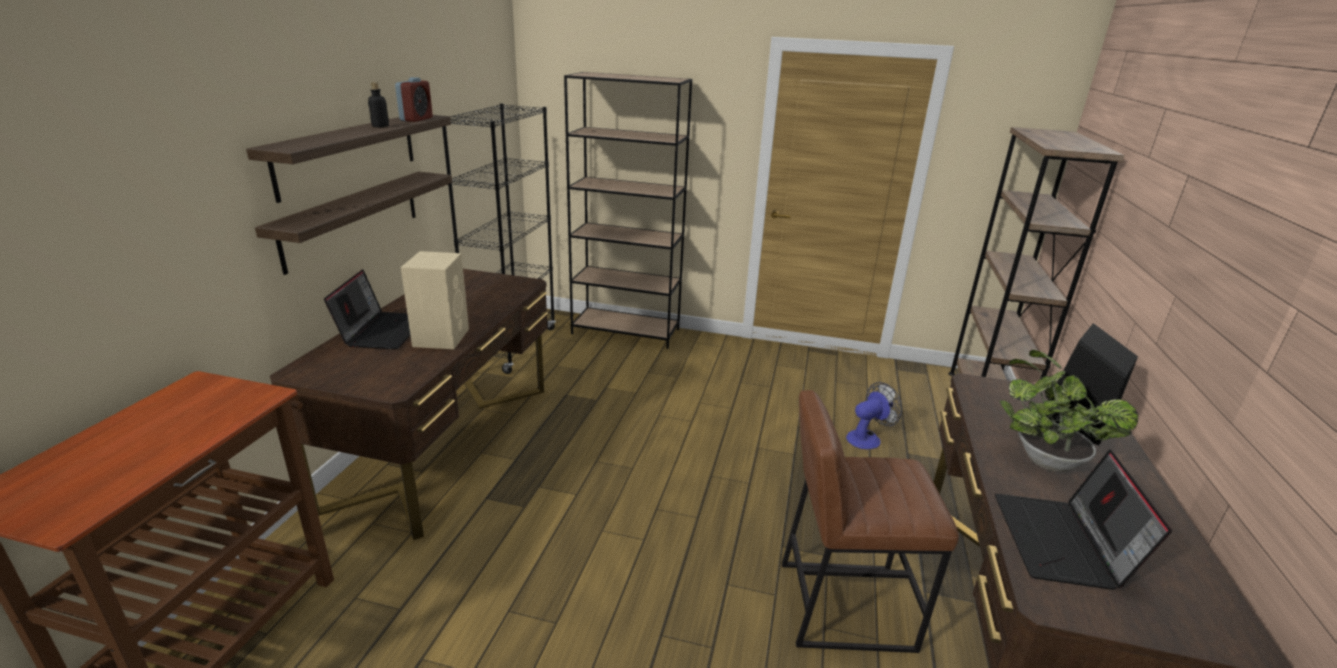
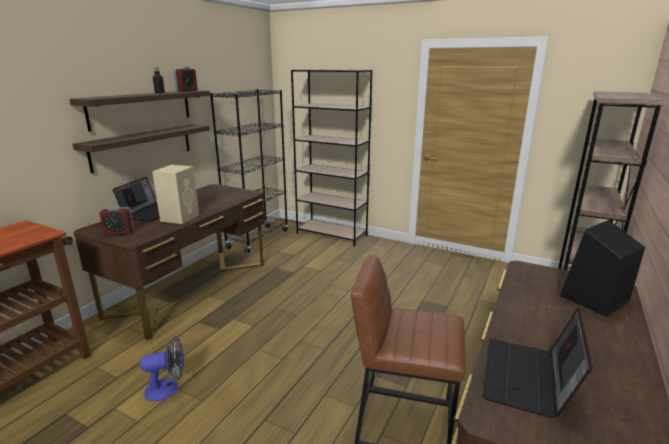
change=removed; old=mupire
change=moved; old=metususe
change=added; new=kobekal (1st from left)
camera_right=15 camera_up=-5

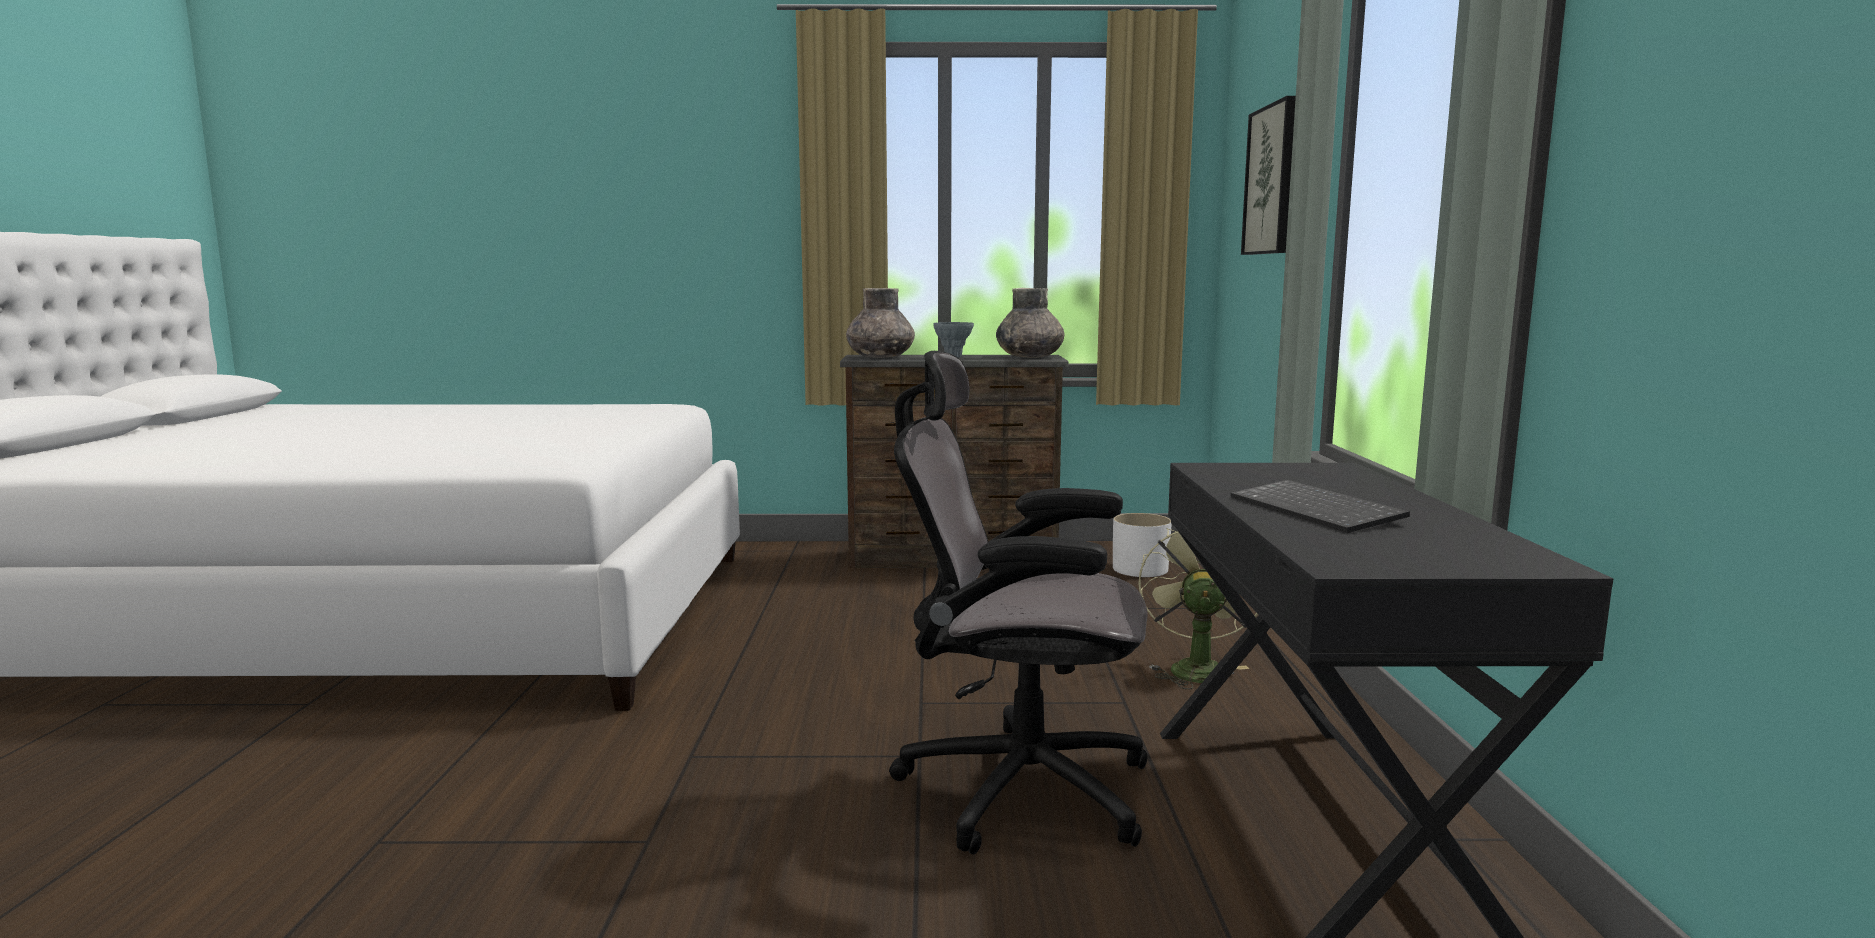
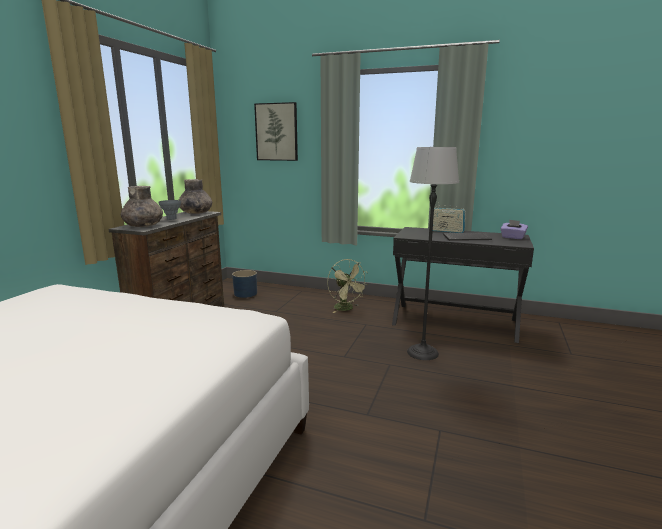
change=replaced; old=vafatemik; new=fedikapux
change=recoloured; old=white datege; new=blue datege
change=turned; old=green metususe; degrees=-150
change=added; new=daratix
change=added; new=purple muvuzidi
camera_right=-70 camera_up=5

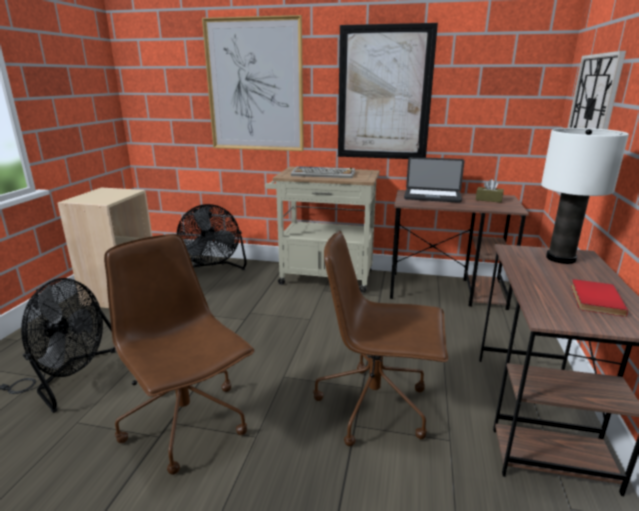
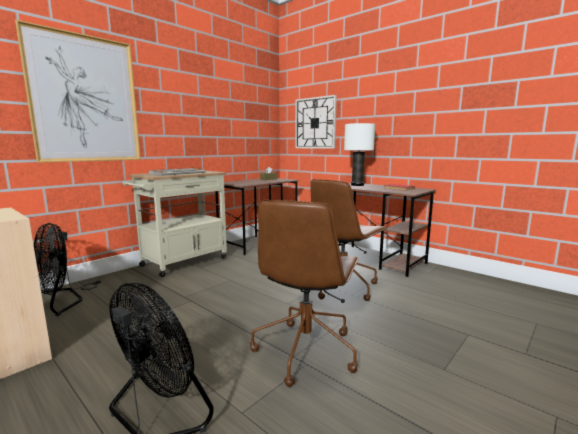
change=removed; old=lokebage (2nd from left)
change=removed; old=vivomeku
change=turned; old=black metususe (2nd from left in the first image); degrees=120
change=turned; old=brown vafatemik (1st from left); degrees=-60
camera_right=-60 camera_up=-10

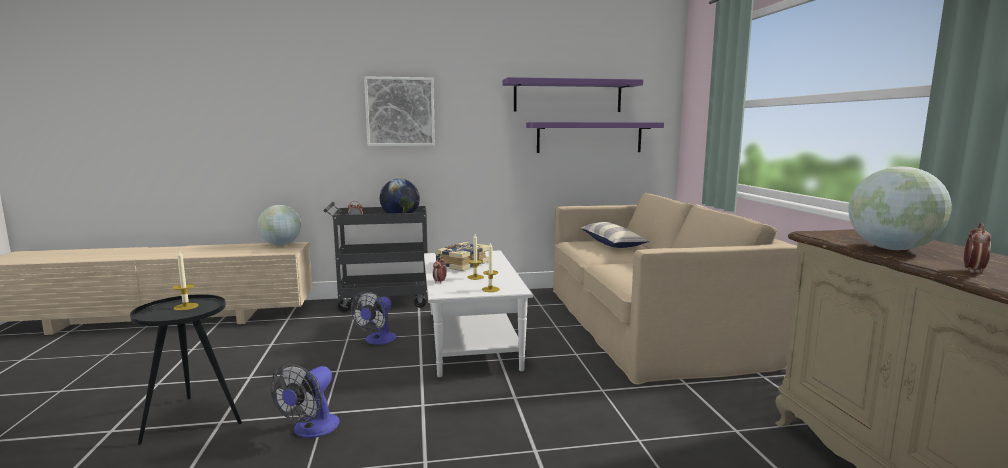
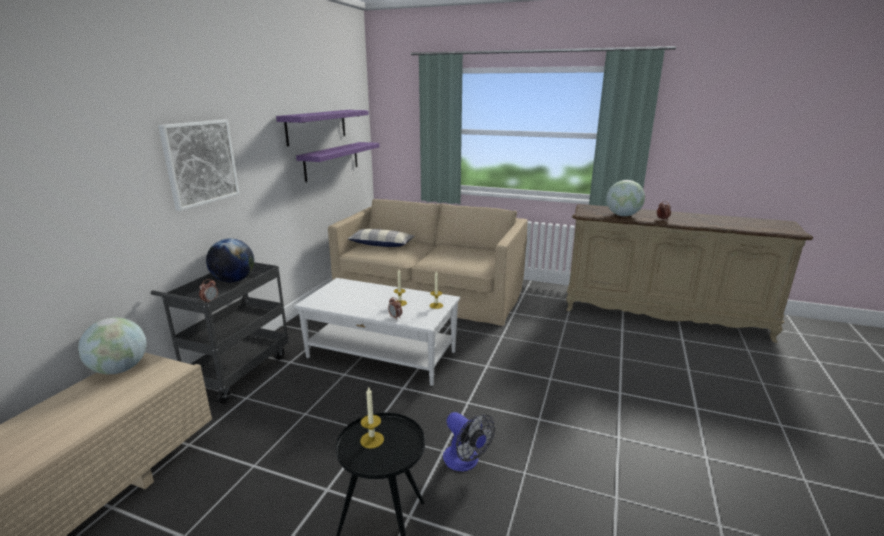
change=removed; old=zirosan
change=removed; old=metususe (2nd from left)
camera_right=-60 camera_up=10

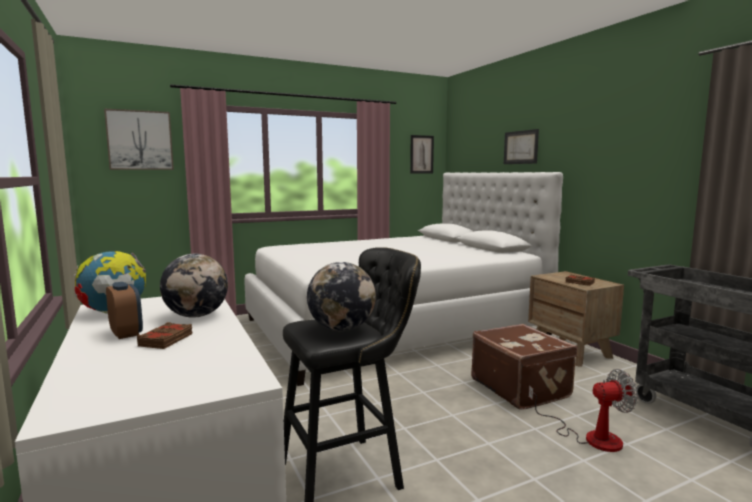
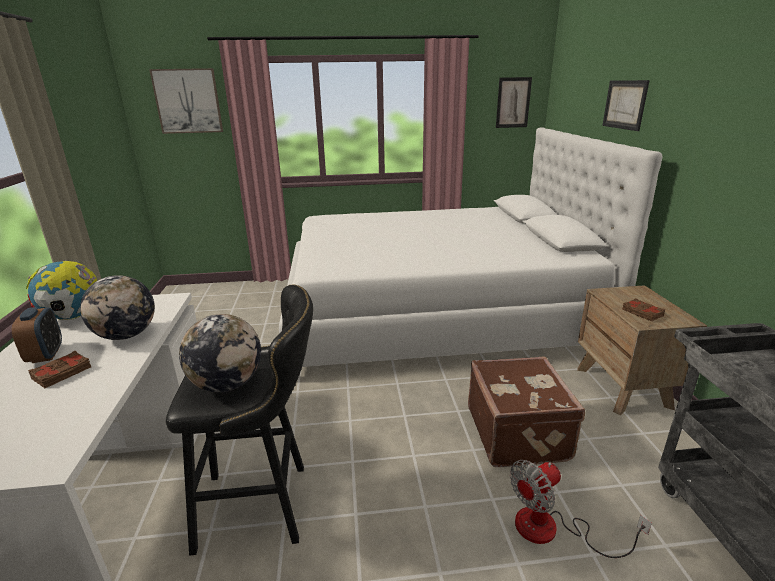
change=turned; old=metususe; degrees=135
camera_right=20 camera_up=15

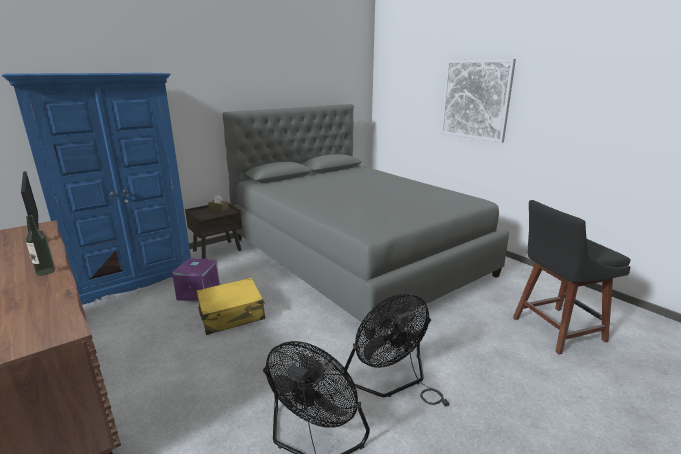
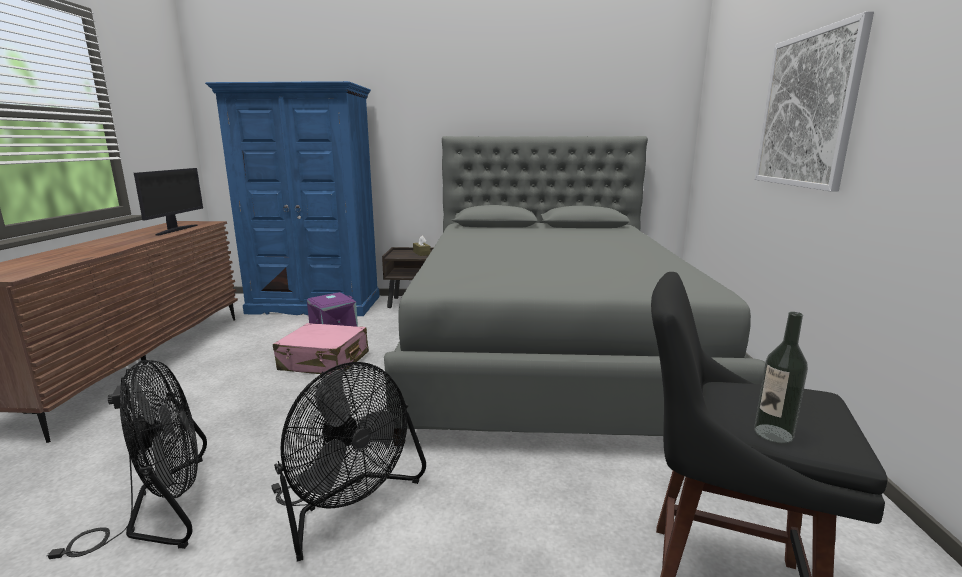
change=moved; old=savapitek
change=recoloured; old=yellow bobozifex; new=pink bobozifex
change=turned; old=black metususe (2nd from left); degrees=120
camera_right=40 camera_up=-5

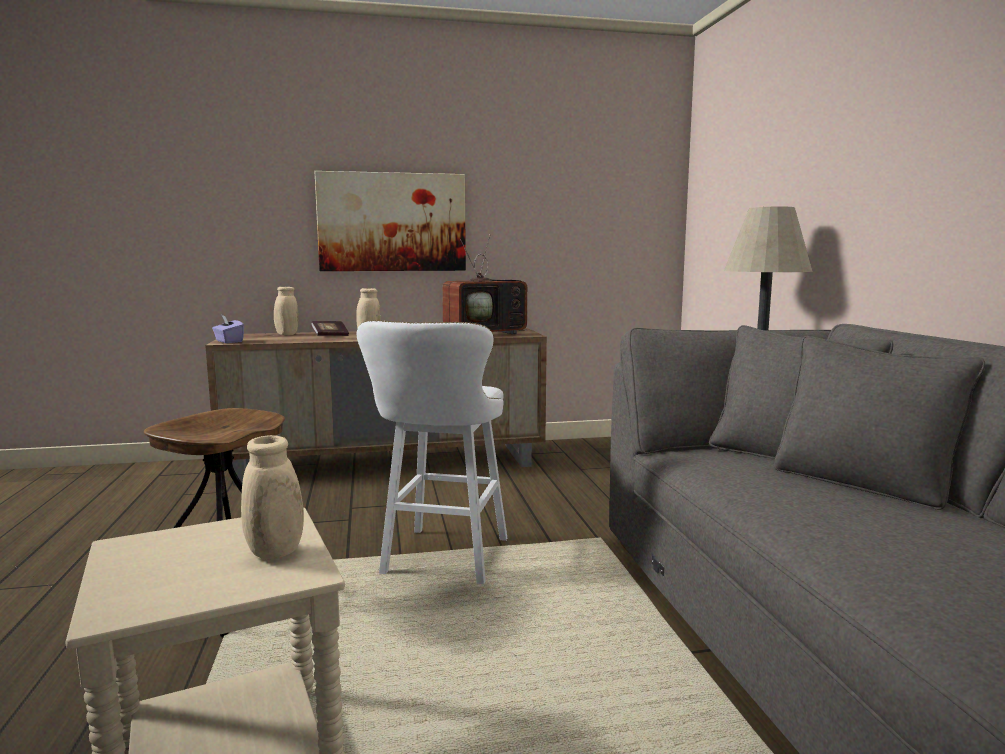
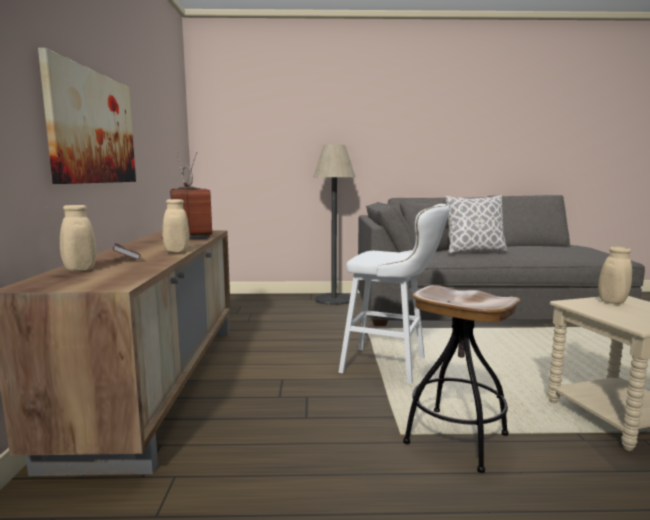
change=removed; old=purple muvuzidi
change=added; new=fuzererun
camera_right=-80 camera_up=0

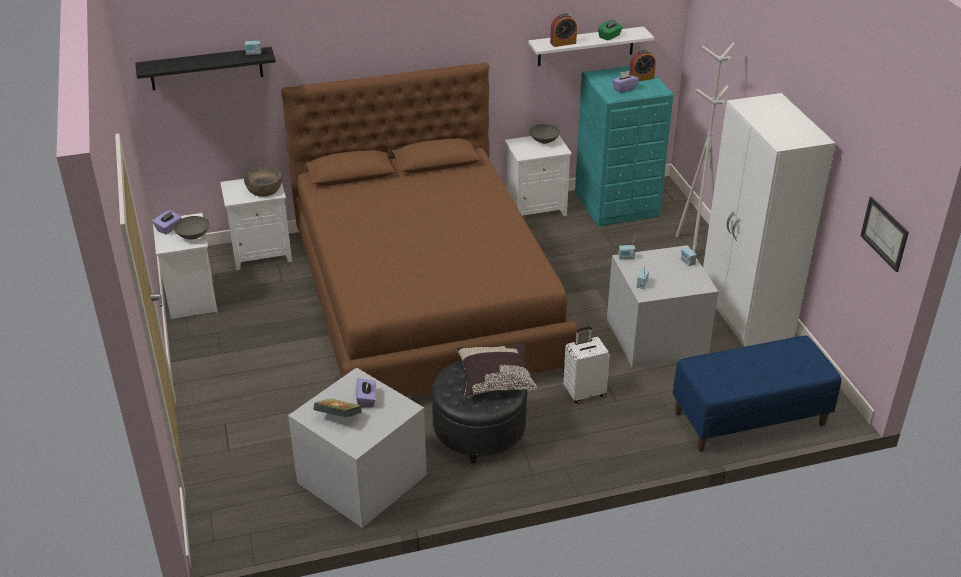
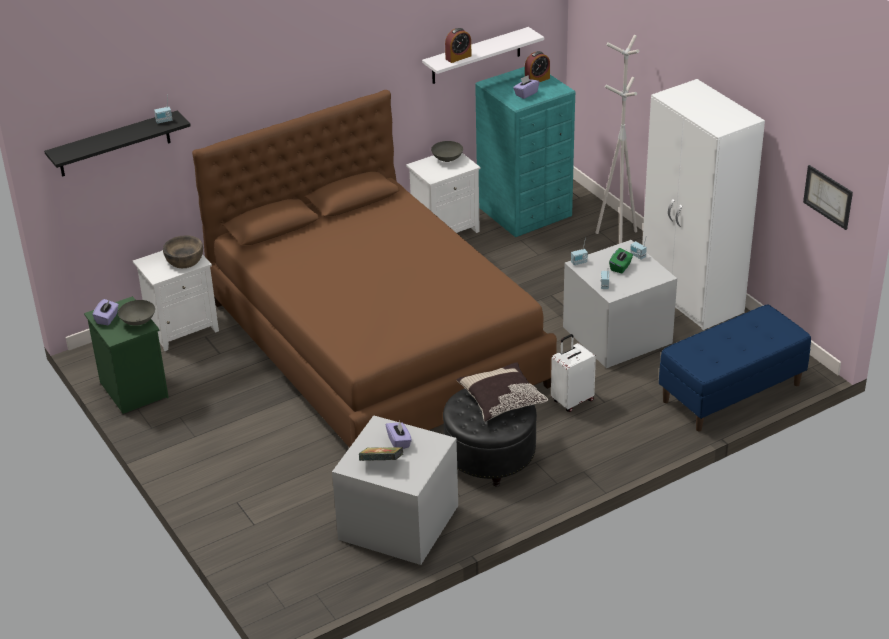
change=moved; old=green muvuzidi
change=recoloured; old=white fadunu (1st from left); new=green fadunu
camera_right=-15 camera_up=0

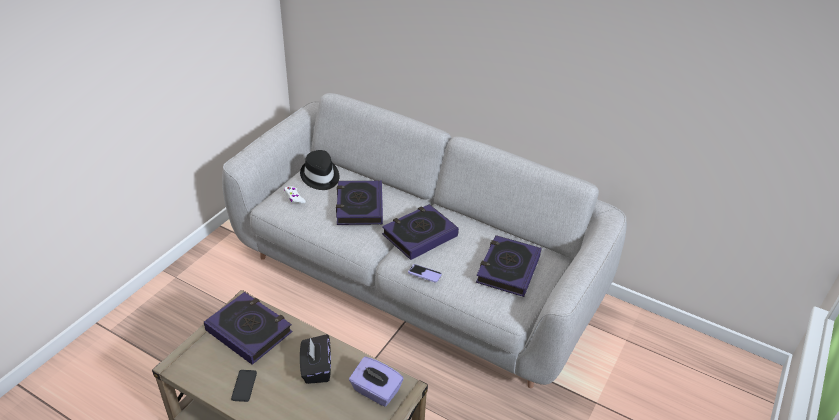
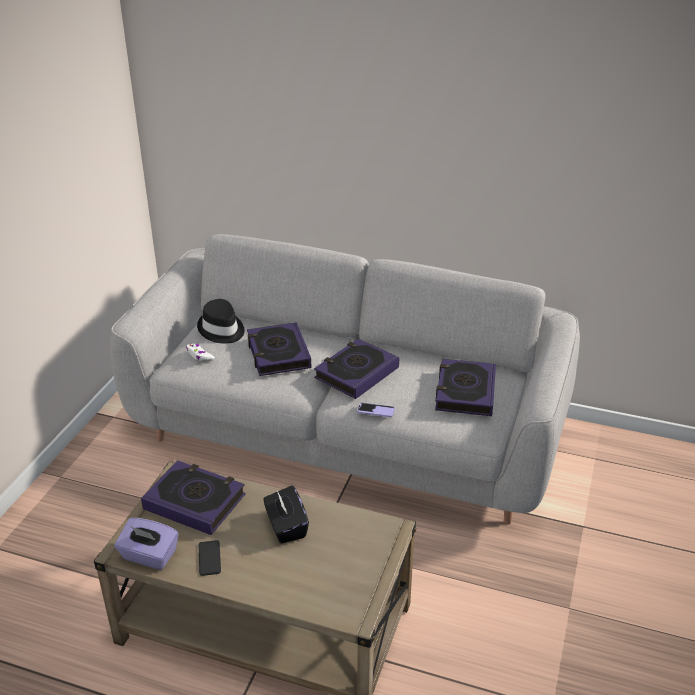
change=moved; old=purple muvuzidi
camera_right=-10 camera_up=-5

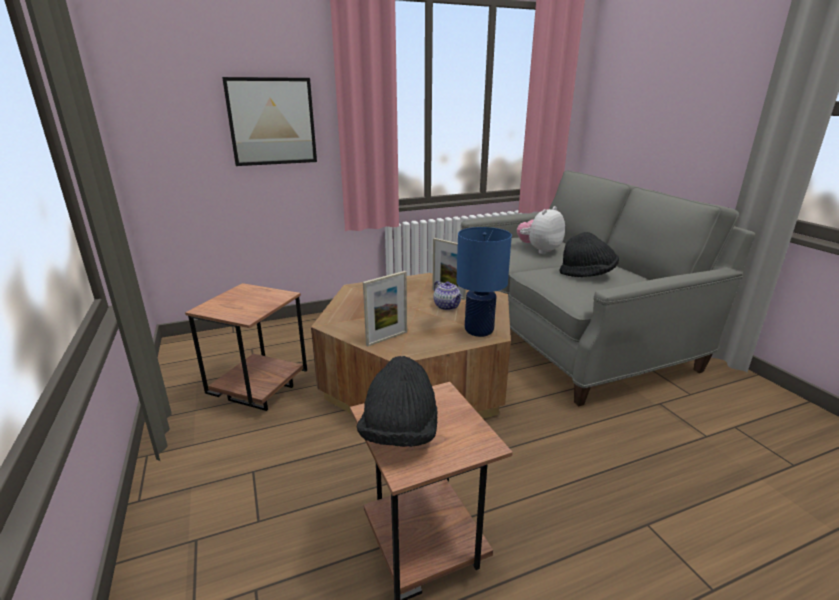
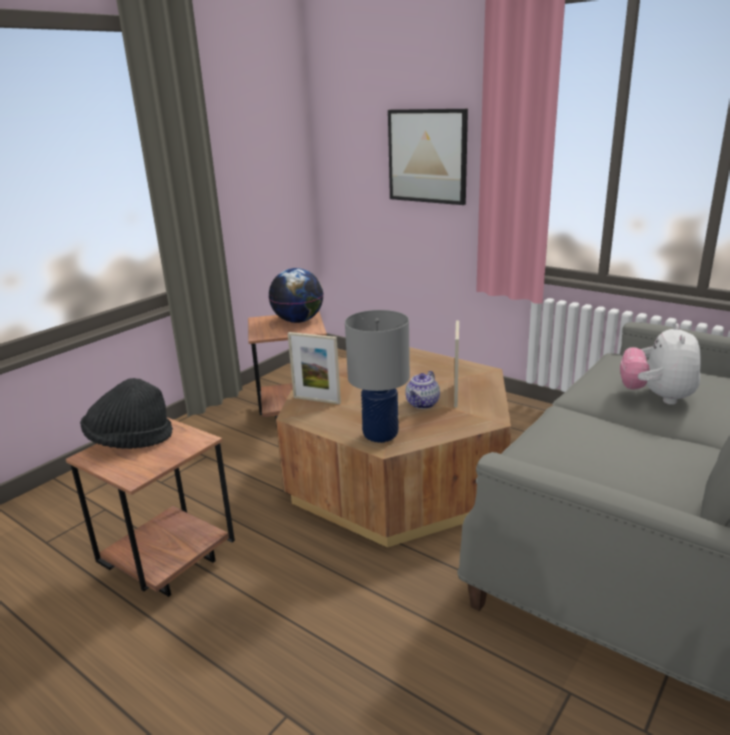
change=turned; old=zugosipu; degrees=-90
change=recoloured; old=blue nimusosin; new=grey nimusosin
change=removed; old=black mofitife (2nd from left)
change=added; new=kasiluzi
camera_right=60 camera_up=0

